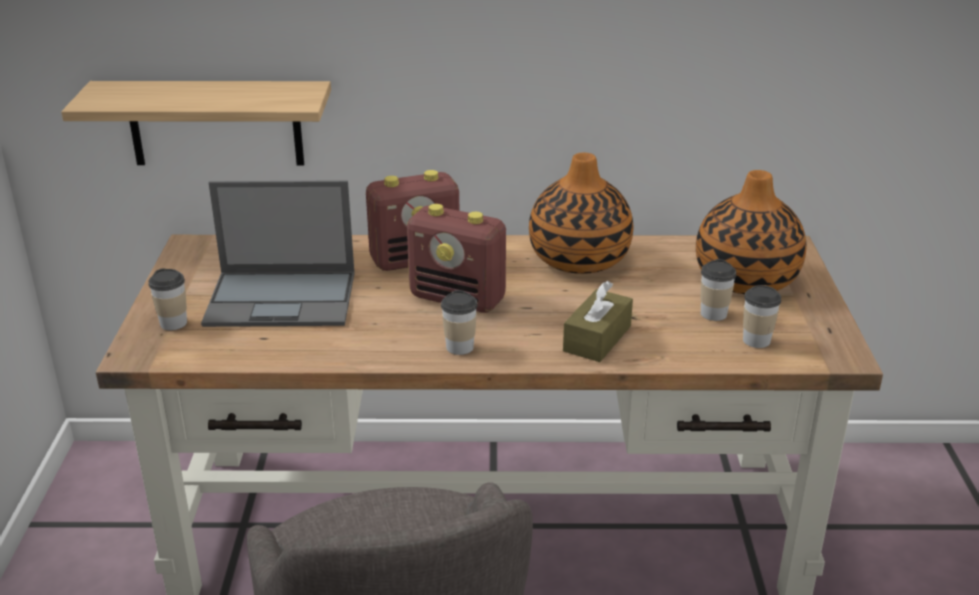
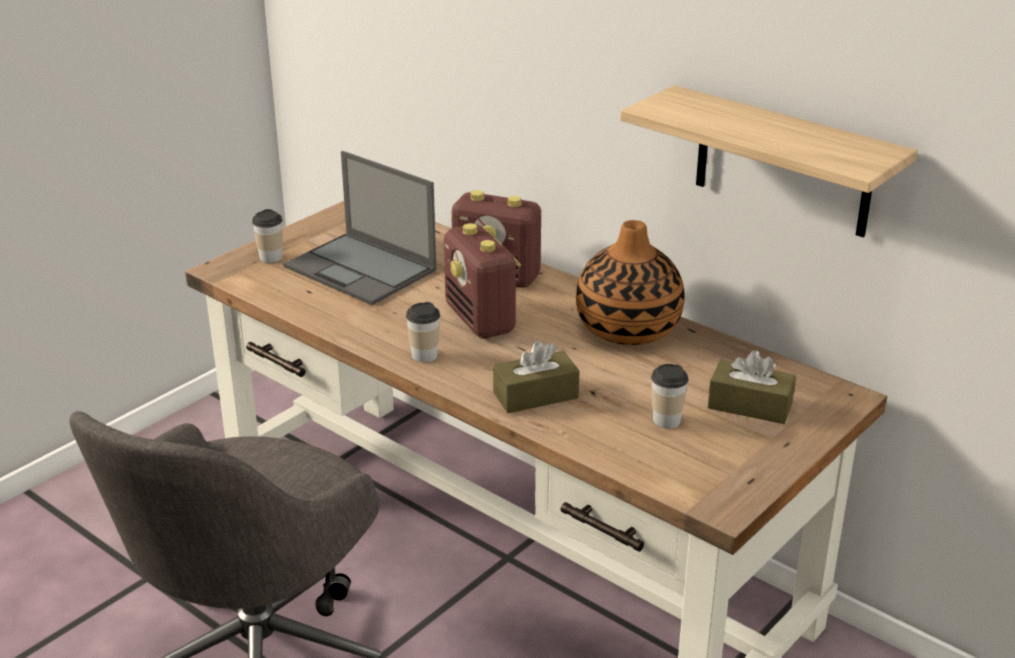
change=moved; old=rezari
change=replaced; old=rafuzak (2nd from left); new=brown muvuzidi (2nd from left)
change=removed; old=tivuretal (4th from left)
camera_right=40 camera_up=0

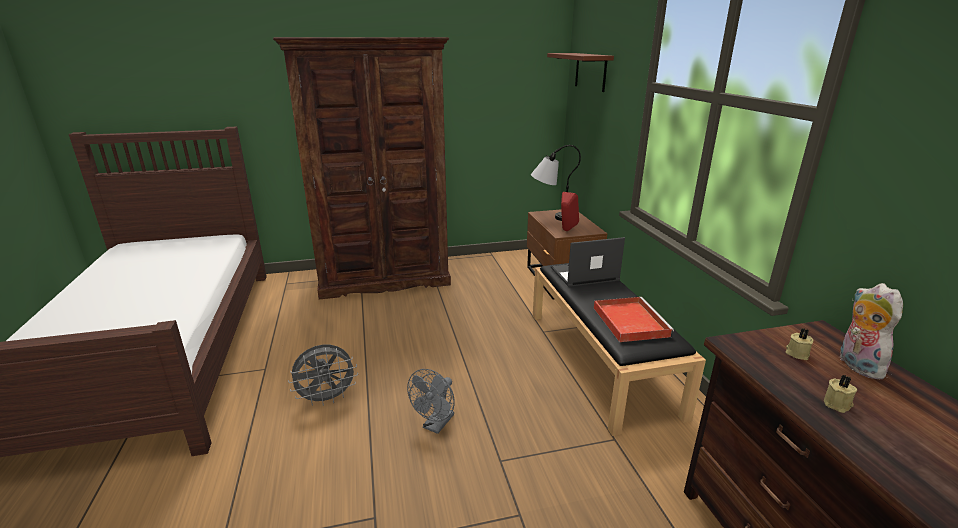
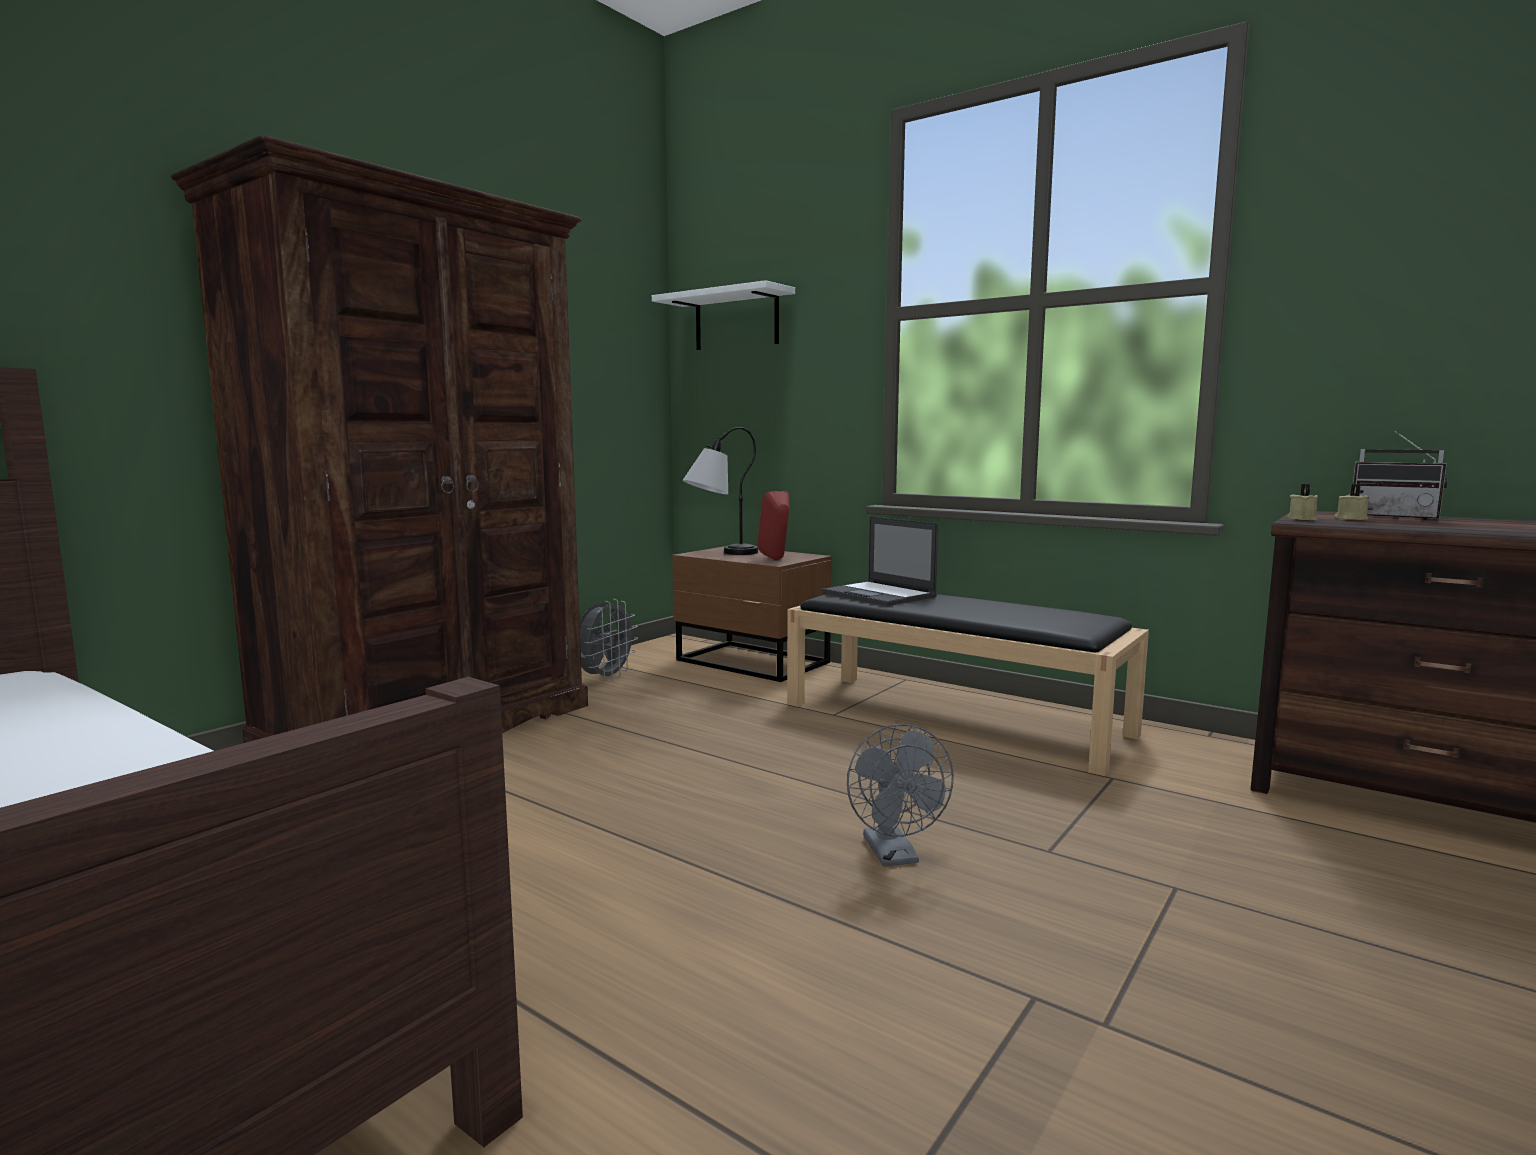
change=recoloured; old=brown rezari; new=white rezari
change=turned; old=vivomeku; degrees=-75
change=replaced; old=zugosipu; new=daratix
change=removed; old=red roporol
change=moved; old=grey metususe (1st from left)
change=moved; old=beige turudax (2nd from left in the first image); new=beige turudax (1st from left)
camera_right=-40 camera_up=-15

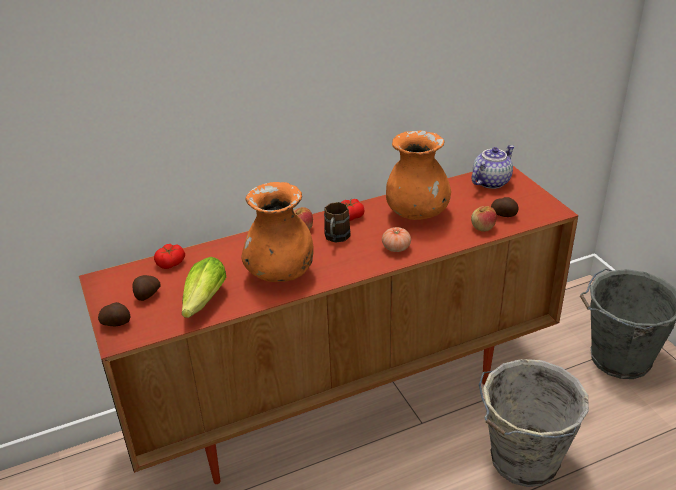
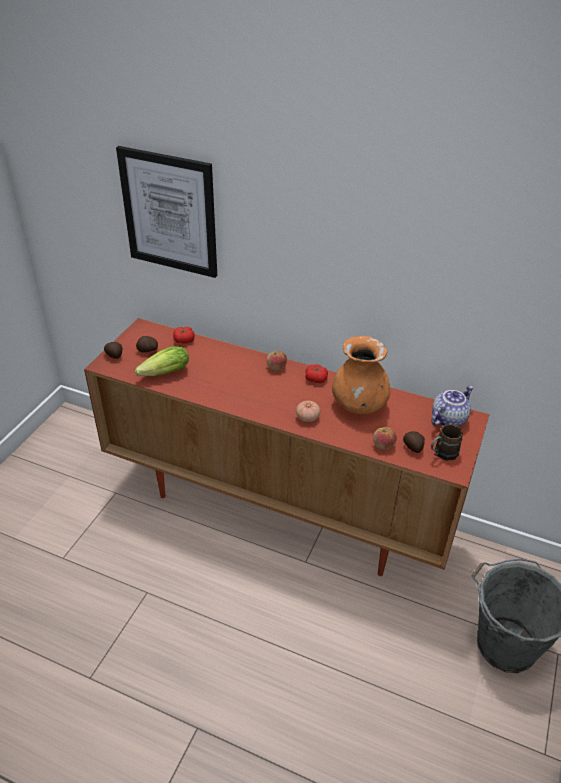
change=turned; old=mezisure; degrees=-45
change=removed; old=orange rafuzak (1st from left)
change=moved; old=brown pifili
change=removed; old=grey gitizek (1st from left)
change=added; new=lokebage
camera_right=45 camera_up=5

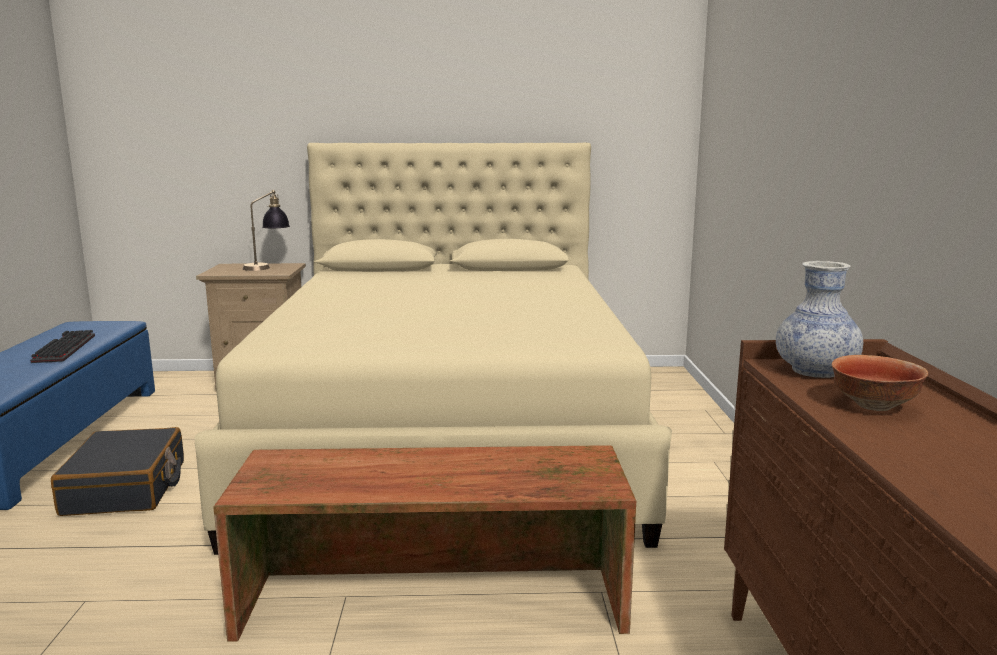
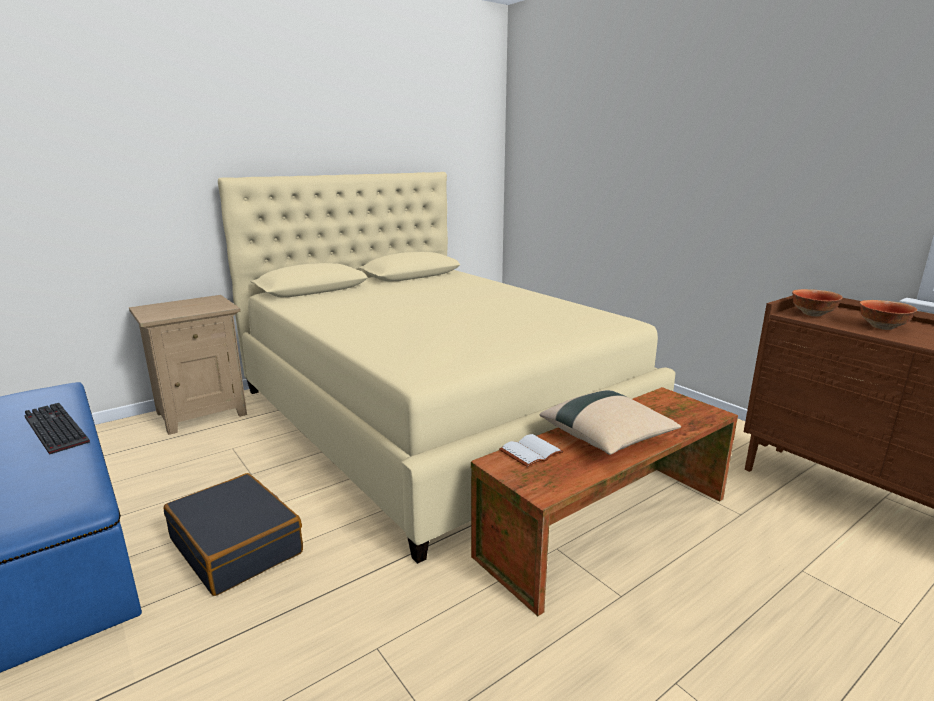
change=removed; old=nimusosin
change=replaced; old=rafuzak; new=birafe (1st from left)
change=added; new=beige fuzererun
change=added; new=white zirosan
camera_right=-35 camera_up=5

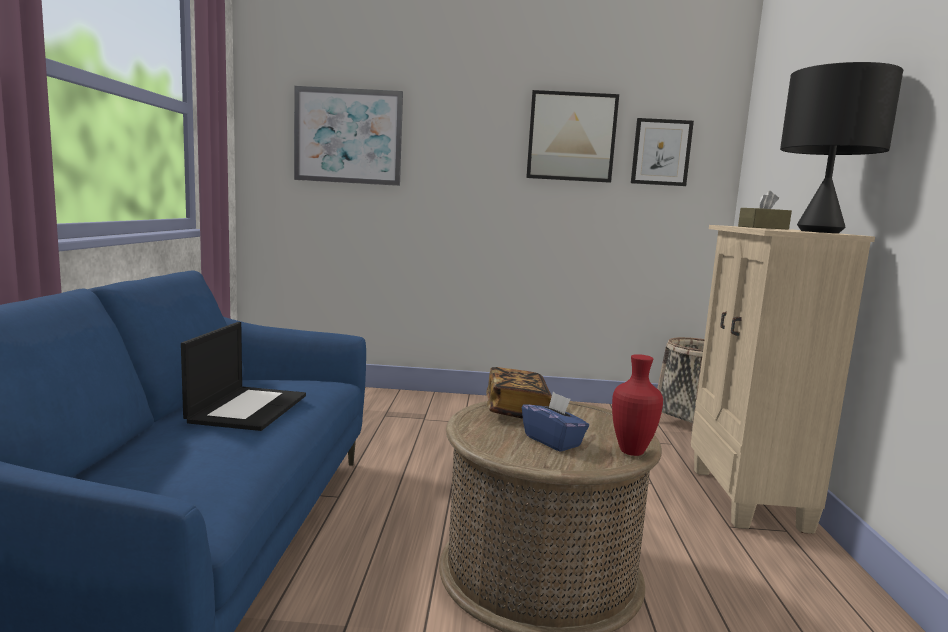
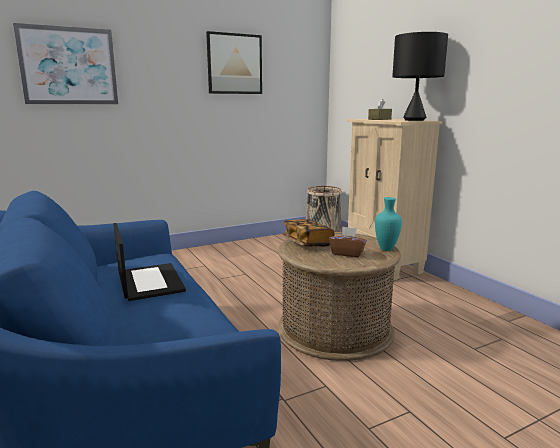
change=removed; old=lokebage (3rd from left)
change=recoloured; old=red rafuzak; new=turquoise rafuzak
change=recoloured; old=blue muvuzidi; new=brown muvuzidi (1st from left)
camera_right=-30 camera_up=5

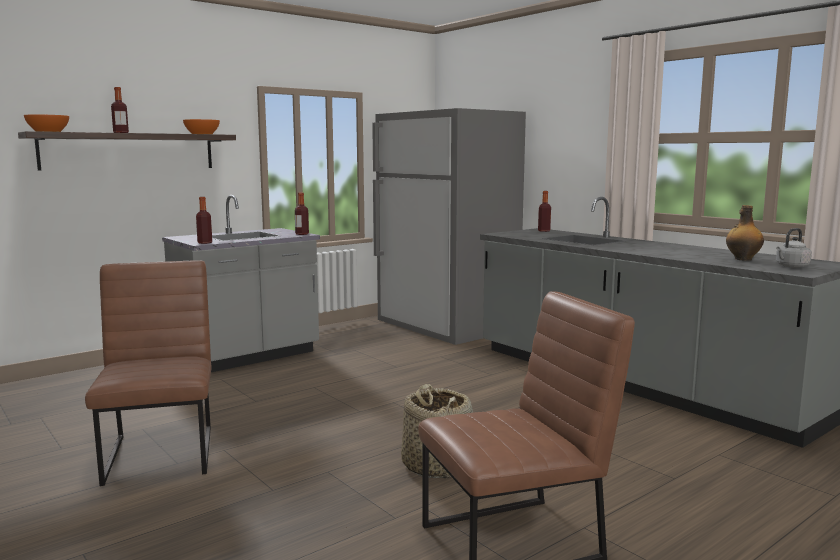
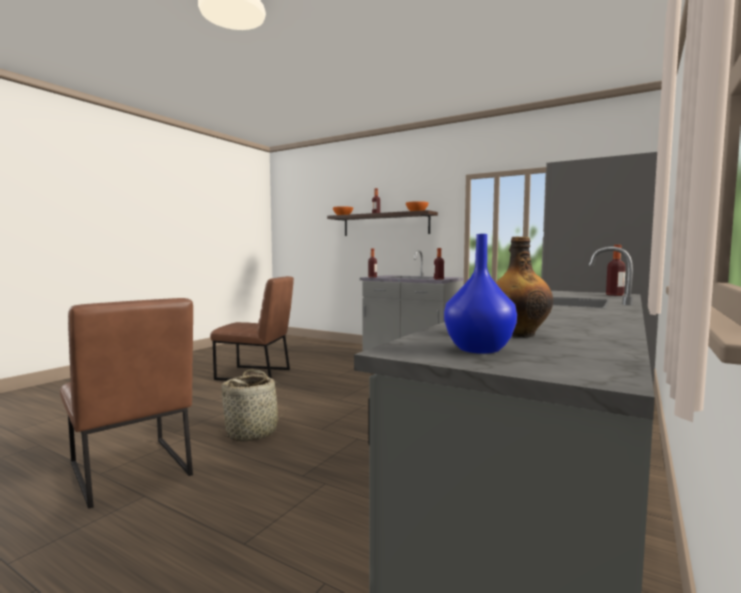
change=replaced; old=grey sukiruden; new=blue rafuzak
change=turned; old=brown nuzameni (1st from left in the first image); degrees=45
camera_right=70 camera_up=-5

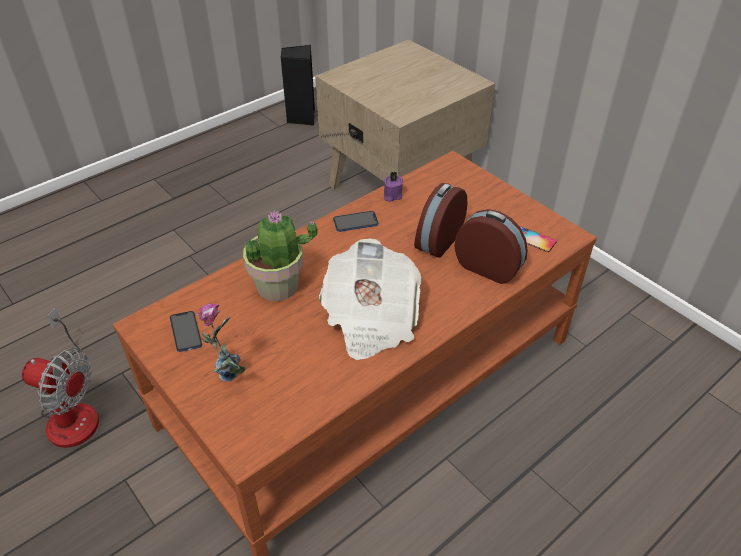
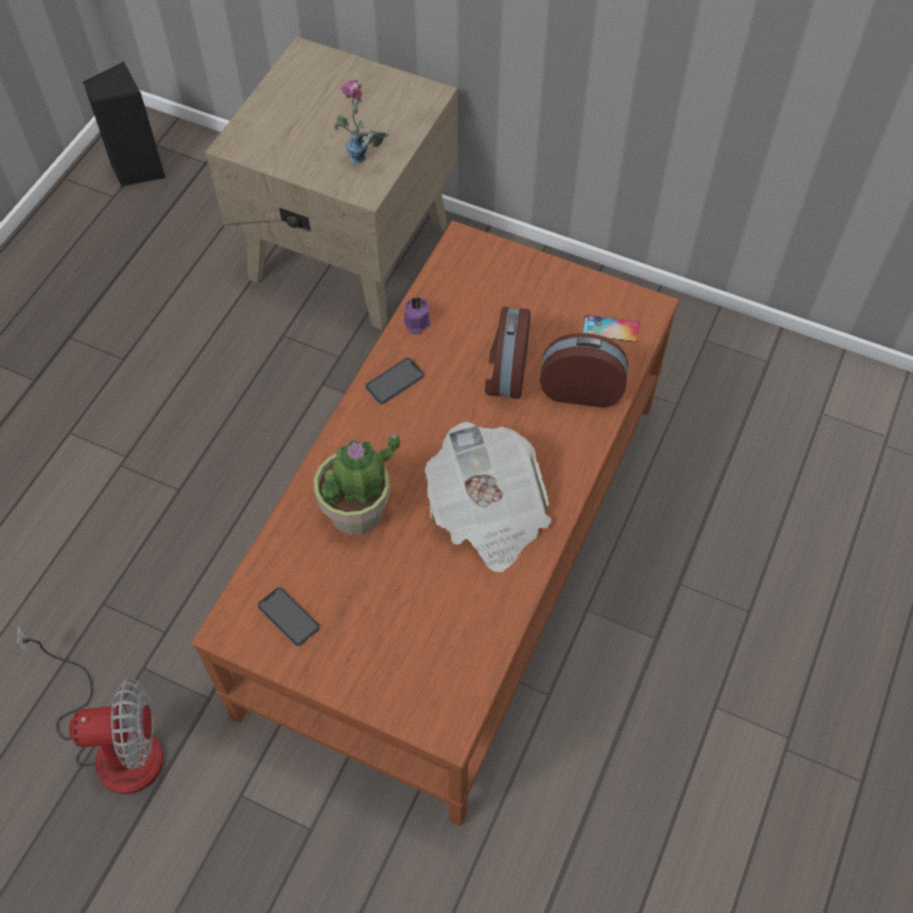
change=moved; old=rafuzak
camera_right=-25 camera_up=15

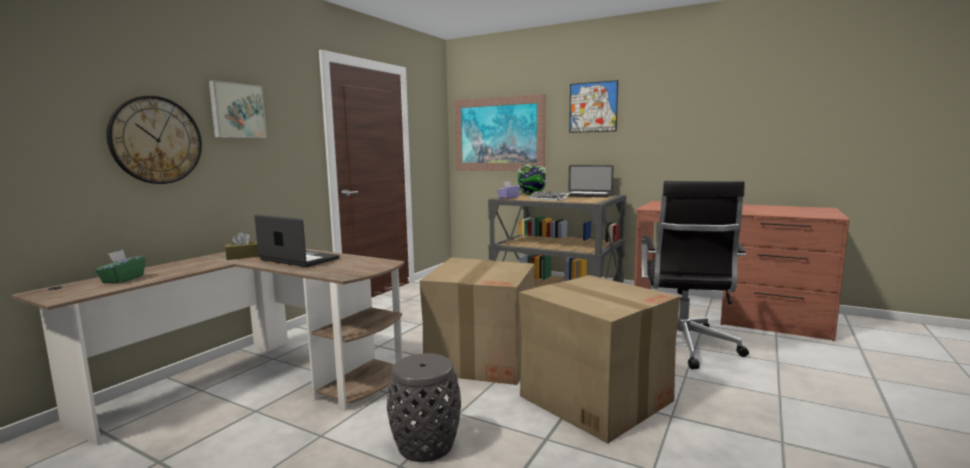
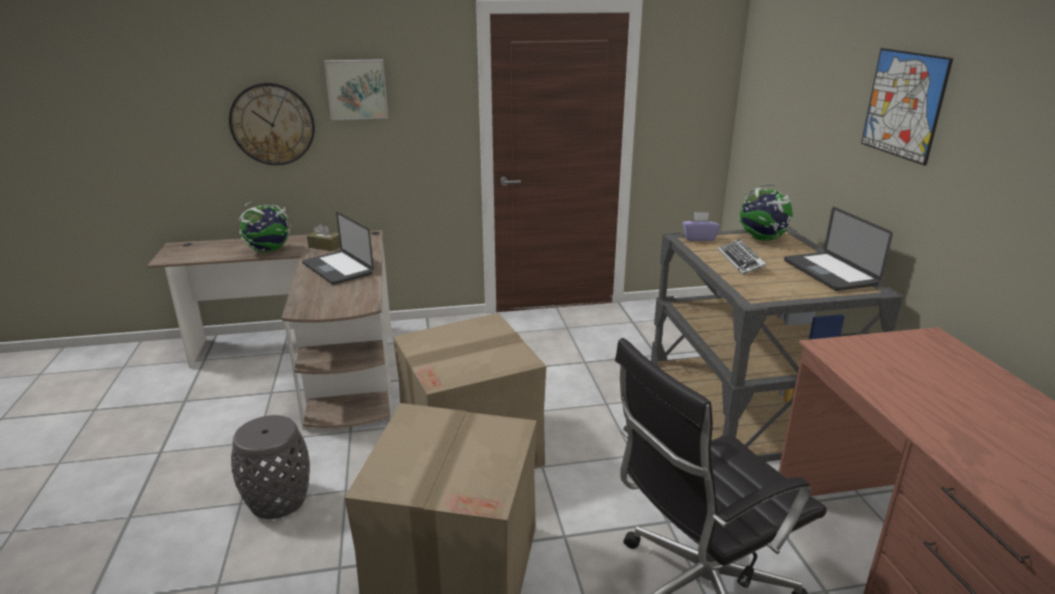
change=removed; old=lokebage (2nd from left)
change=turned; old=vivomeku (1st from left); degrees=150
change=removed; old=green muvuzidi
change=added; new=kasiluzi (1st from left)
camera_right=50 camera_up=15

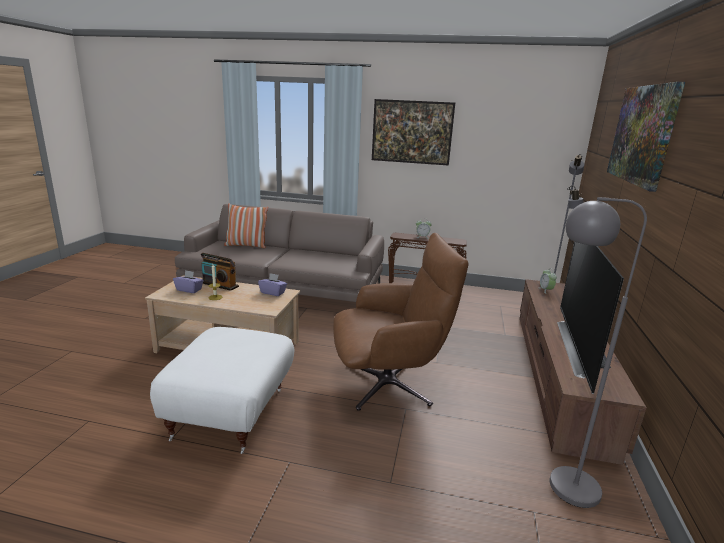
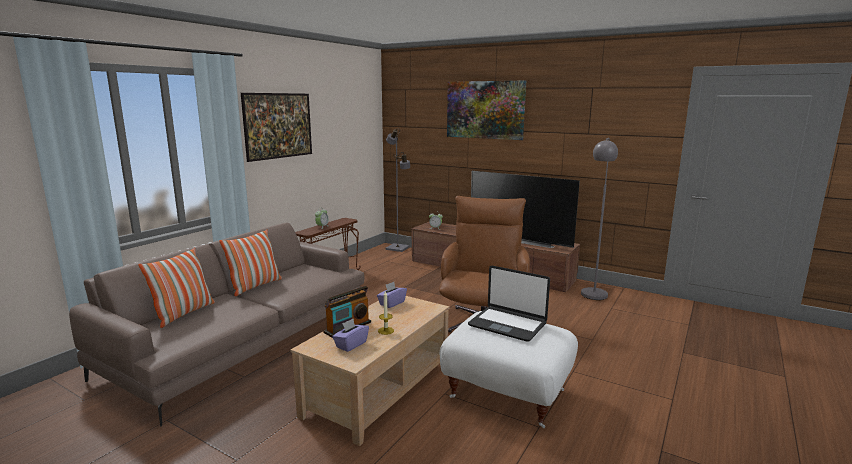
change=added; new=fuzererun (2nd from left)
change=added; new=vivomeku
camera_right=-70 camera_up=-5

